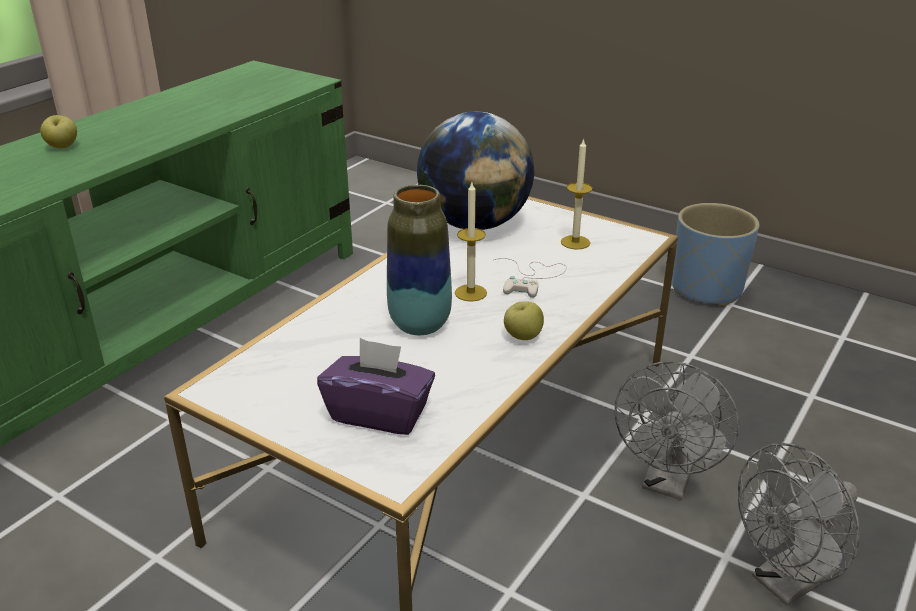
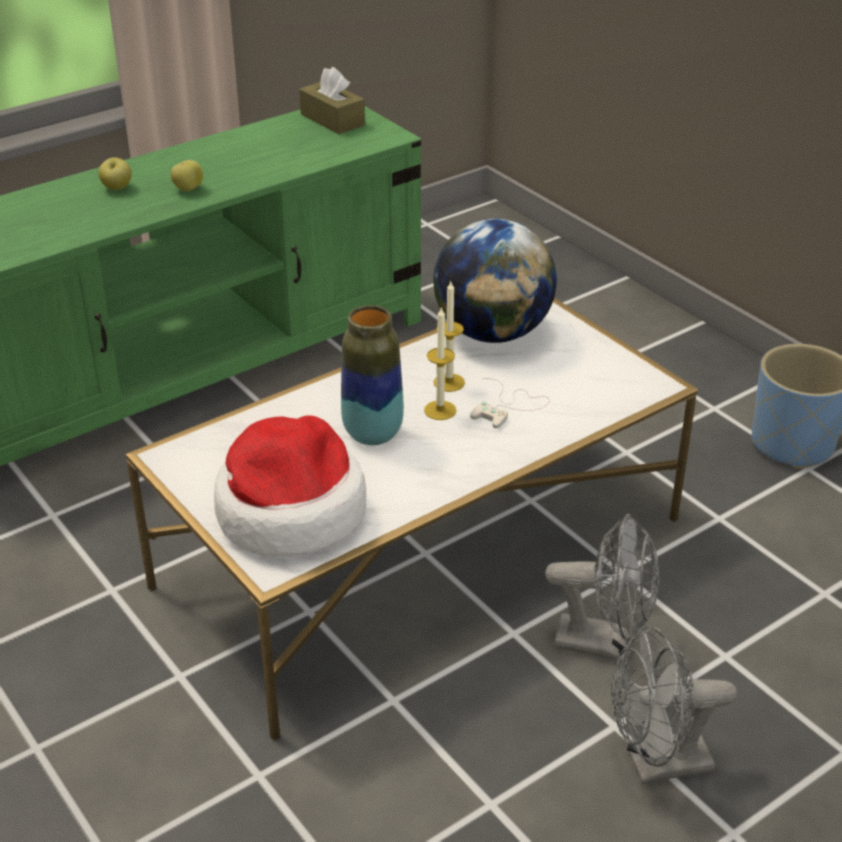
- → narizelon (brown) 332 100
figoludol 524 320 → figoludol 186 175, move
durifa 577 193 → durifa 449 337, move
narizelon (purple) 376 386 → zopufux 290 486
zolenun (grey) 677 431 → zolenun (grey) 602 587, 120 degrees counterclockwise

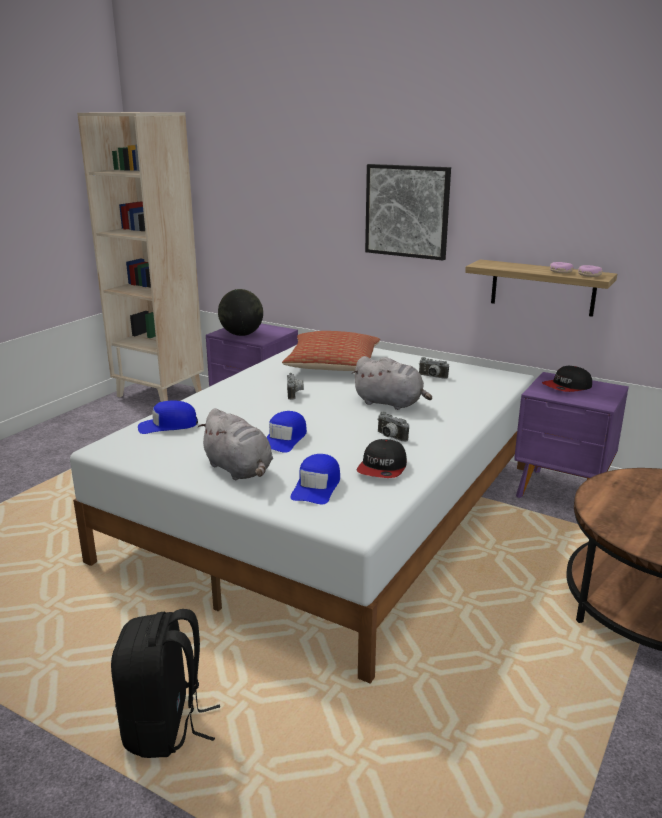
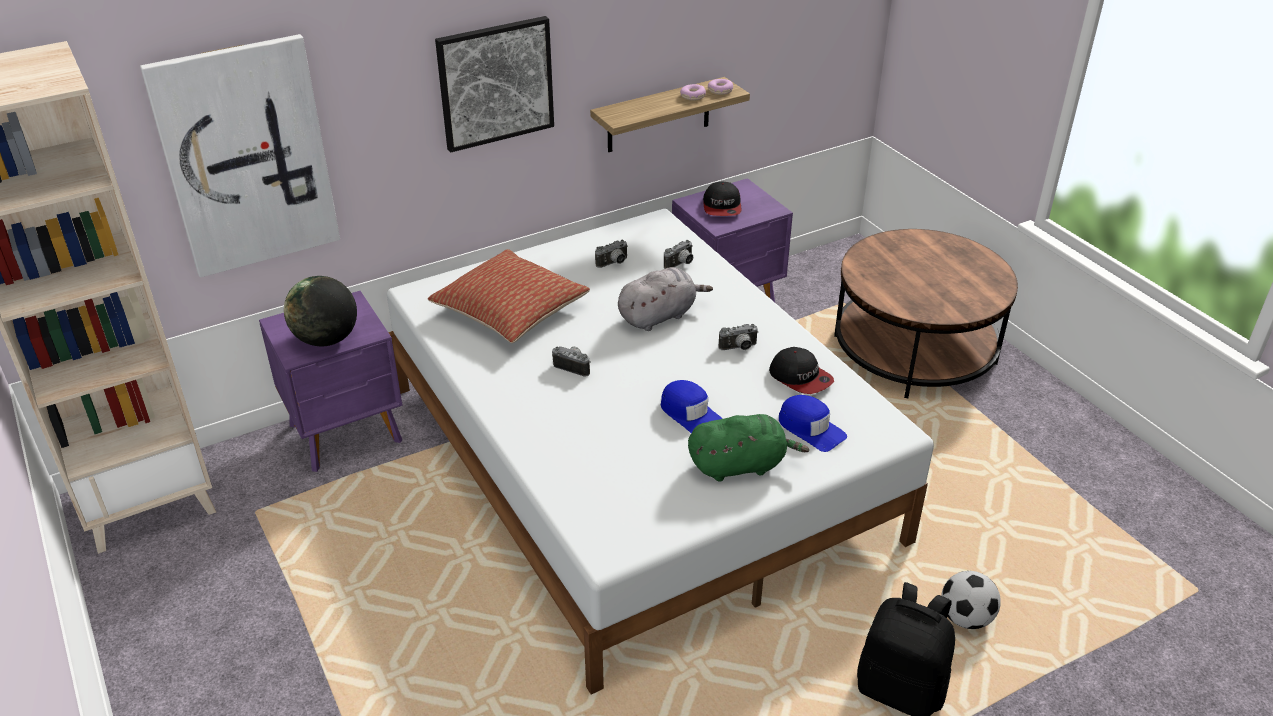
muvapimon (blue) 168 417 → -
- → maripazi 240 156
- → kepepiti 678 254
- → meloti 971 600
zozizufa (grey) 235 444 → zozizufa (green) 748 448

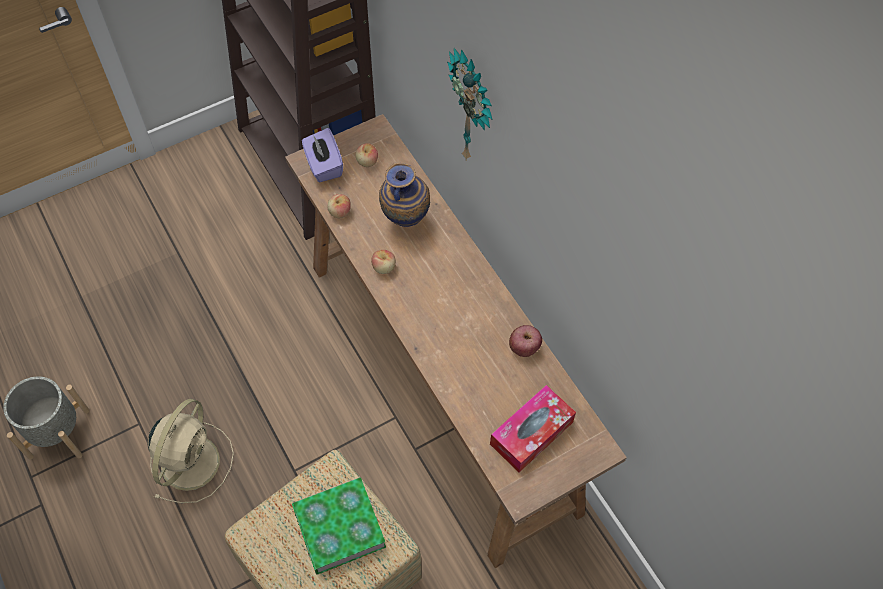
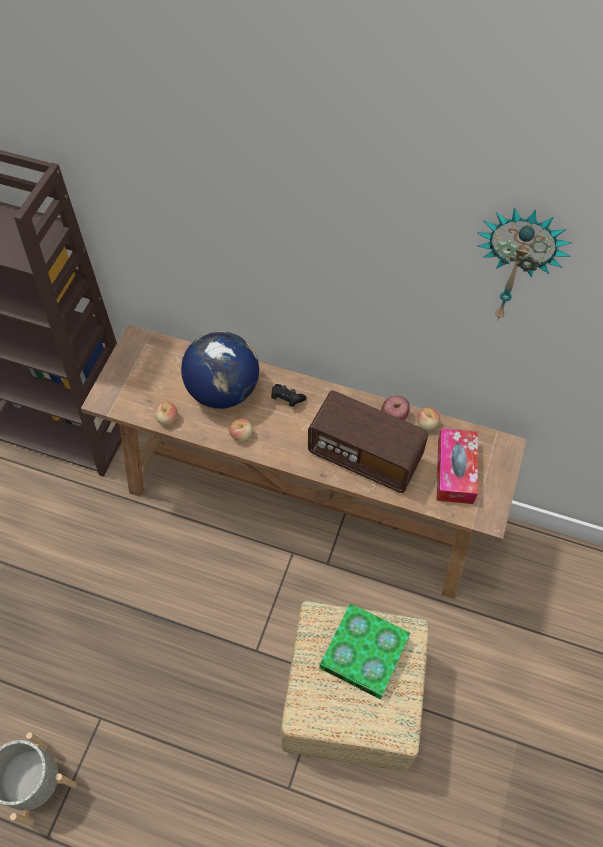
zolenun (beige) 190 451 → -
narizelon (purple) 322 155 → -
- → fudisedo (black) 288 395
- → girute 368 442
figoludol 366 155 → figoludol 428 419, move
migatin 470 104 → migatin 525 264, move
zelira 404 194 → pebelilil 220 370

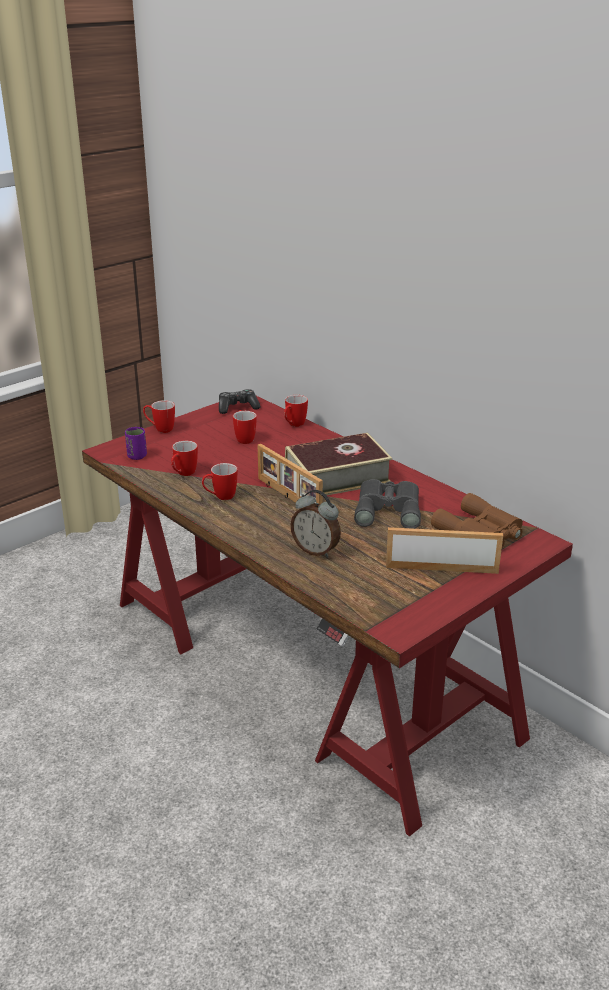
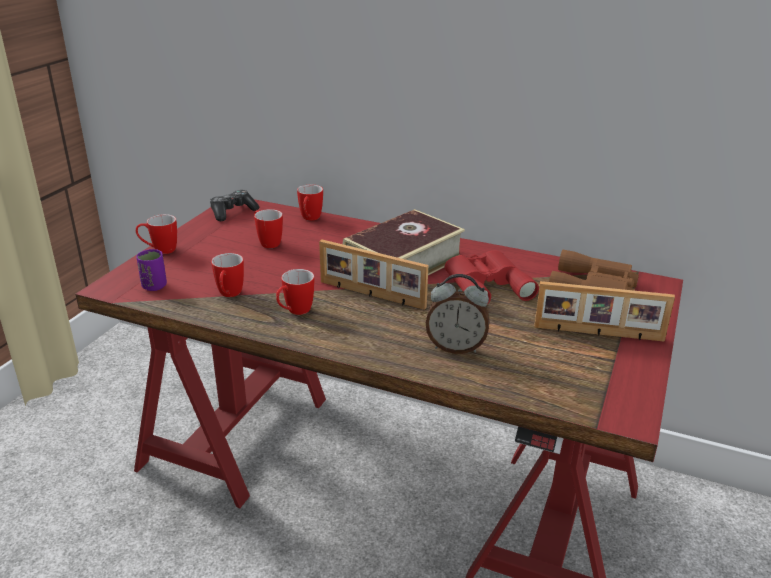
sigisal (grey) 387 504 → sigisal (red) 492 277
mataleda 444 550 → mataleda 604 311, 150 degrees counterclockwise

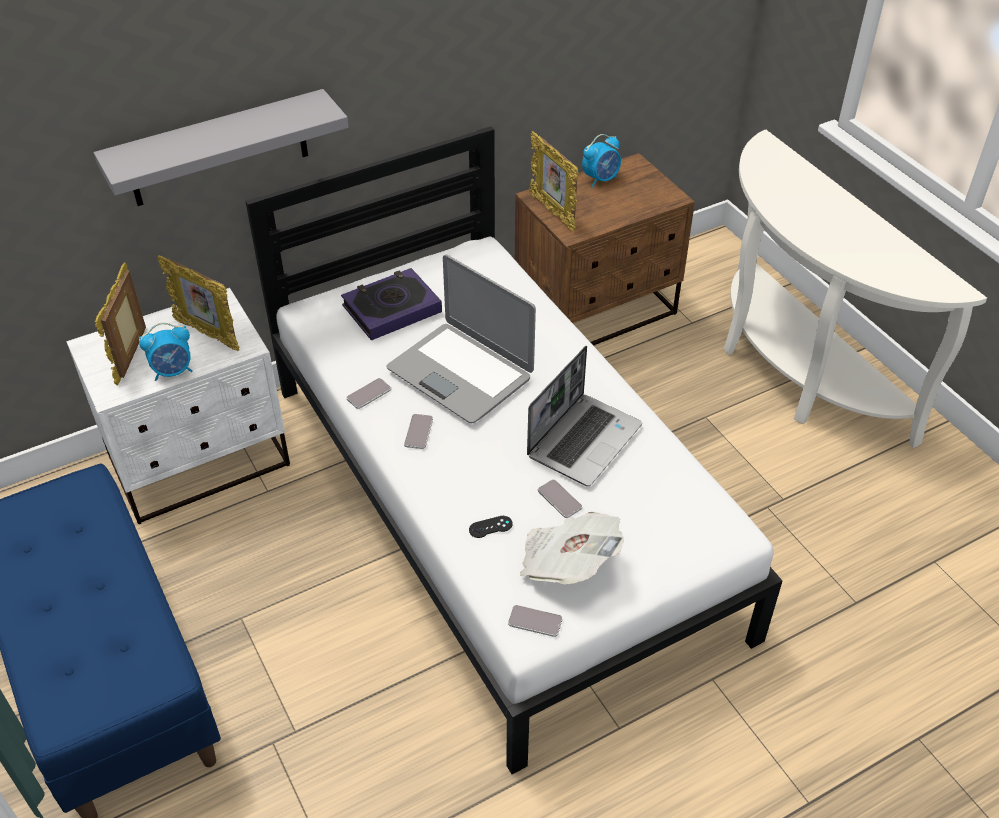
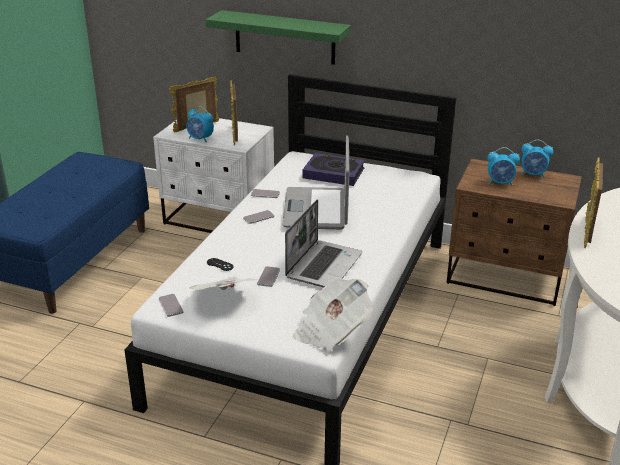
- → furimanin 333 314
- → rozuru 503 166
mataleda 554 181 → mataleda 593 203, move
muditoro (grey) 221 147 → muditoro (green) 278 37
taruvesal 584 416 → taruvesal 323 243, 60 degrees counterclockwise

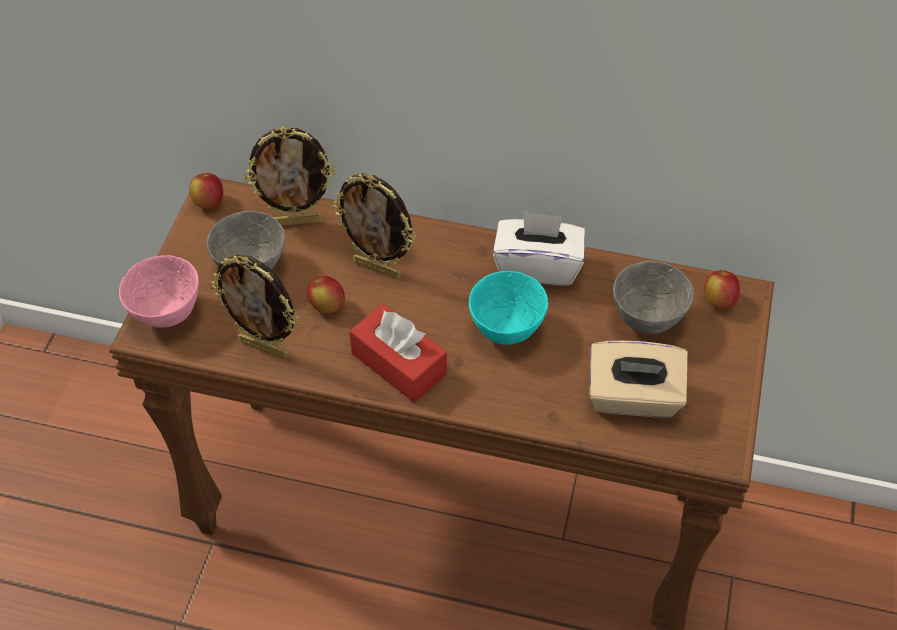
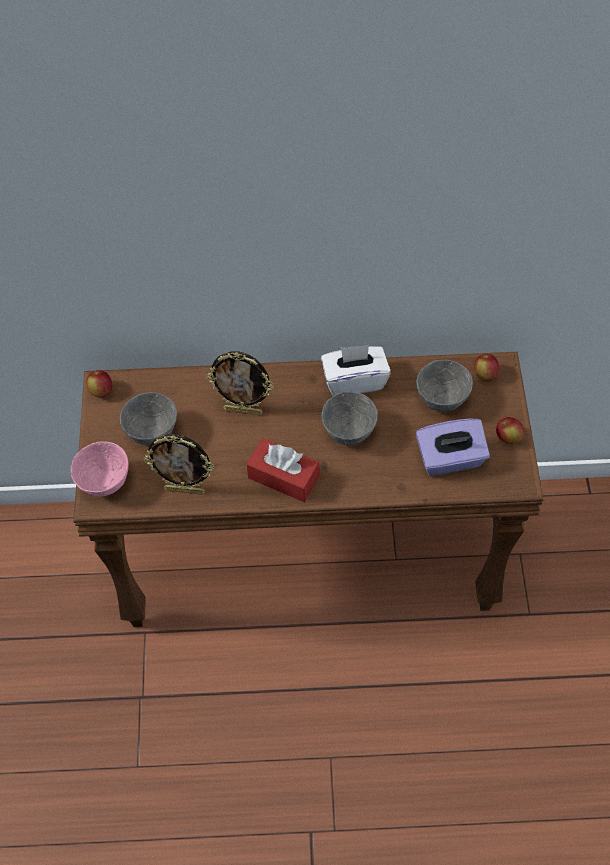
mataleda 289 176 → -
figoludol 326 295 → figoludol 510 430, move
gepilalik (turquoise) 508 308 → gepilalik (grey) 350 418
narizelon (beige) 638 379 → narizelon (purple) 453 447

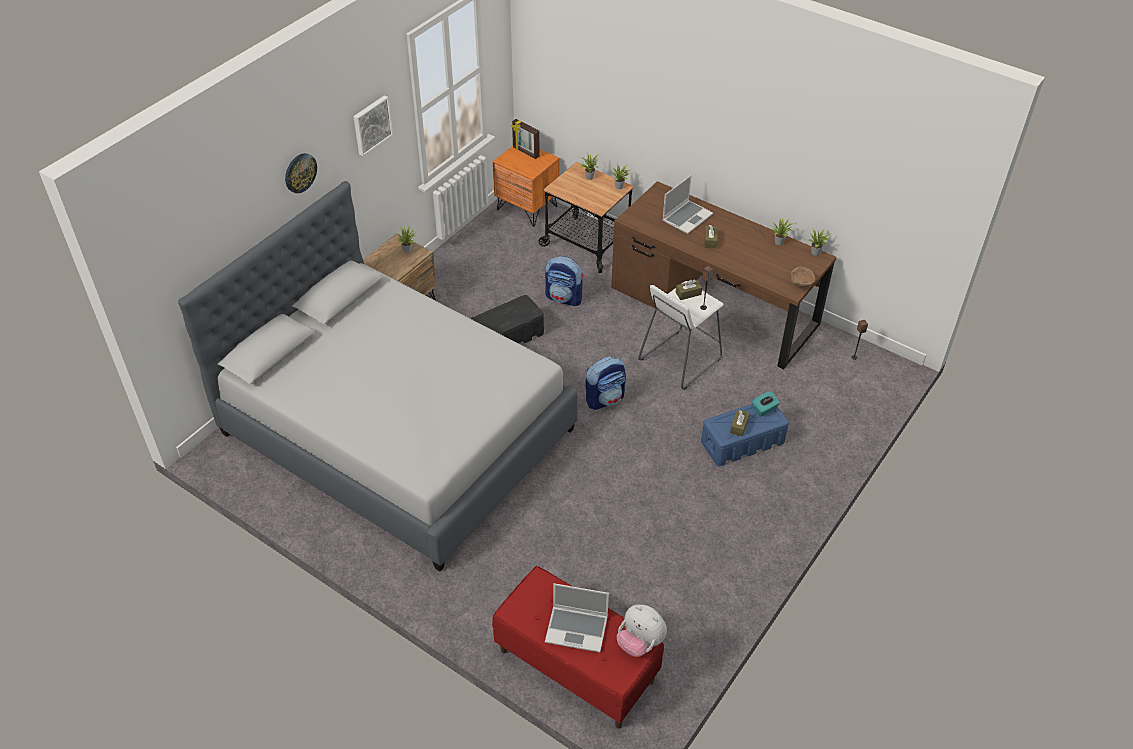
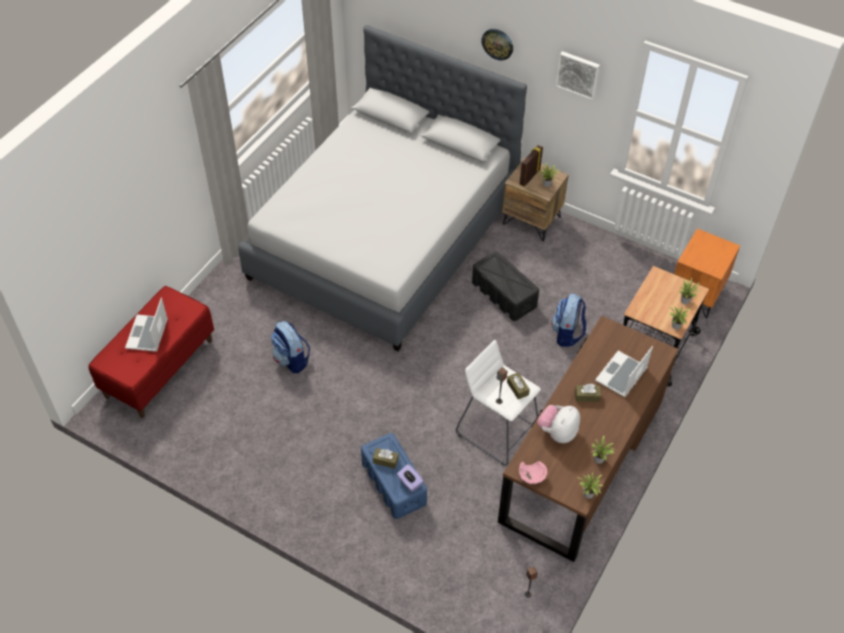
mataleda 526 139 → mataleda 531 166, move
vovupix 605 383 → vovupix 290 347, move
zozizufa 642 630 → zozizufa 558 424, move
narizelon (turquoise) 766 403 → narizelon (purple) 410 478
gepilalik (brown) 803 277 → gepilalik (pink) 533 472
taruvesal 687 204 → taruvesal 624 371, 90 degrees clockwise

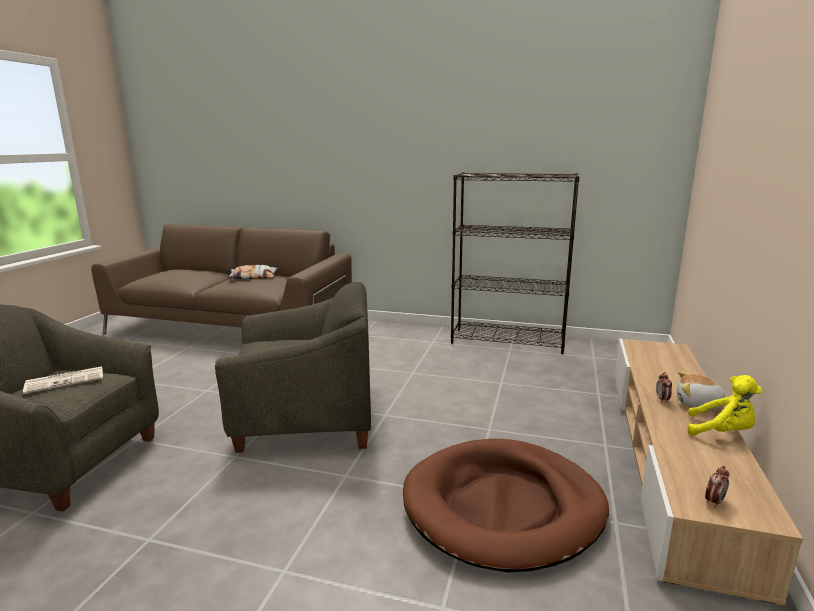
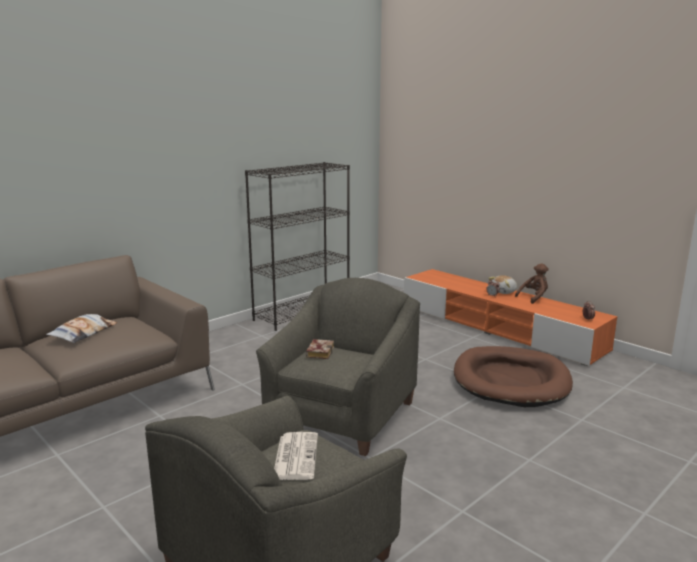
- → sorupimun 320 349
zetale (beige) 709 472 → zetale (orange) 511 317
zozizufa (yellow) 725 405 → zozizufa (brown) 532 283

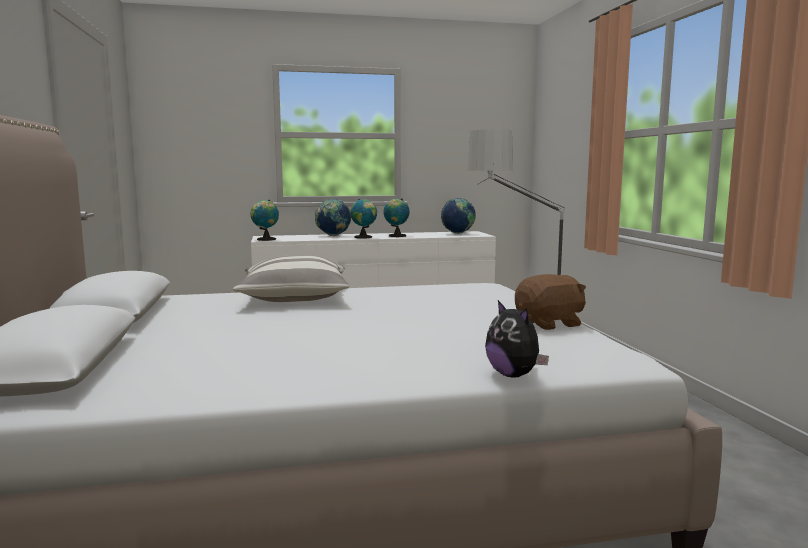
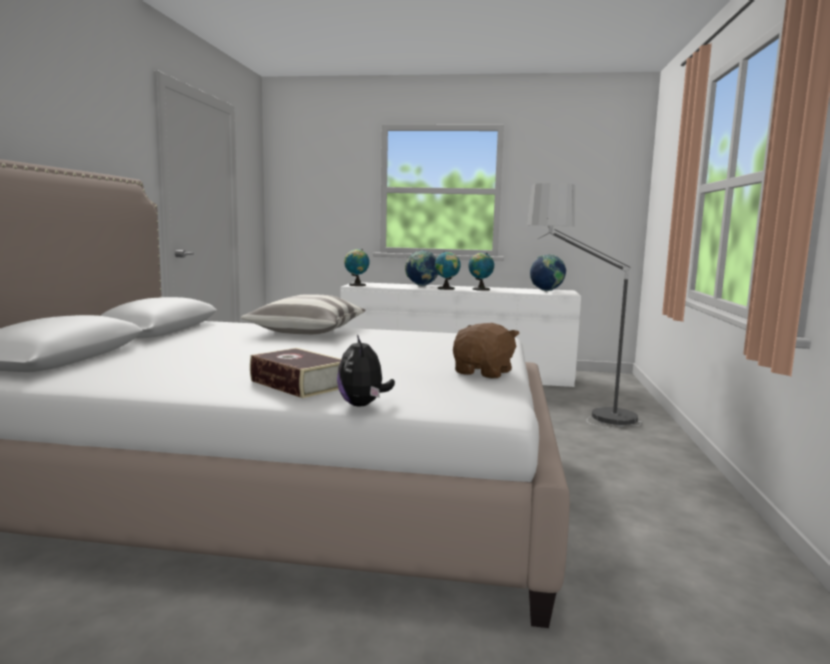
- → sorupimun 295 373
zozizufa (brown) 550 302 → zozizufa (brown) 486 351, 60 degrees counterclockwise

